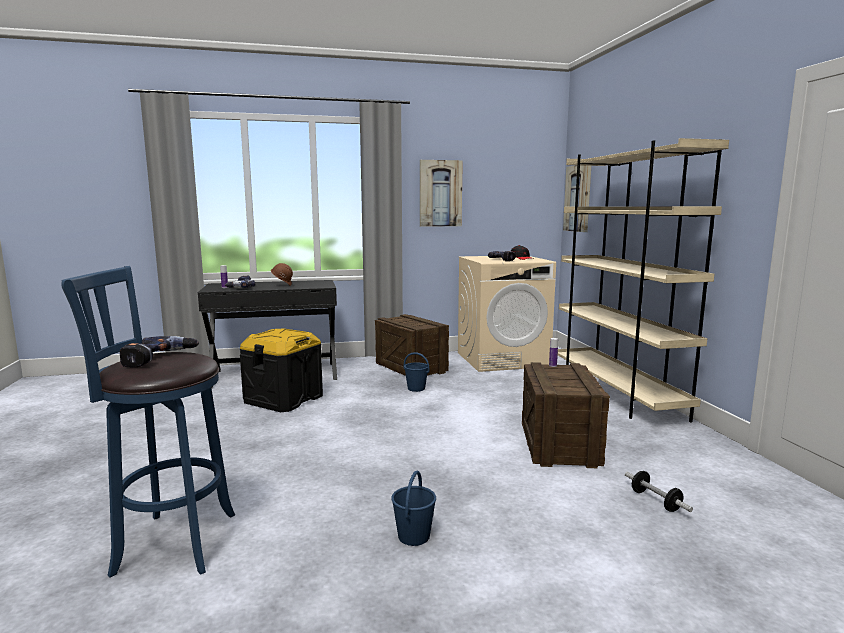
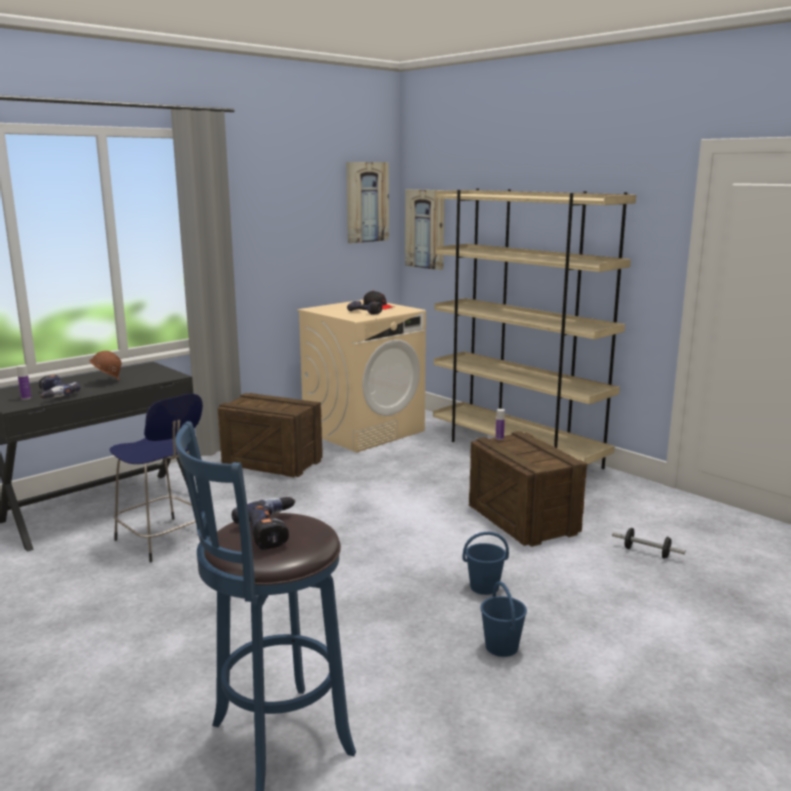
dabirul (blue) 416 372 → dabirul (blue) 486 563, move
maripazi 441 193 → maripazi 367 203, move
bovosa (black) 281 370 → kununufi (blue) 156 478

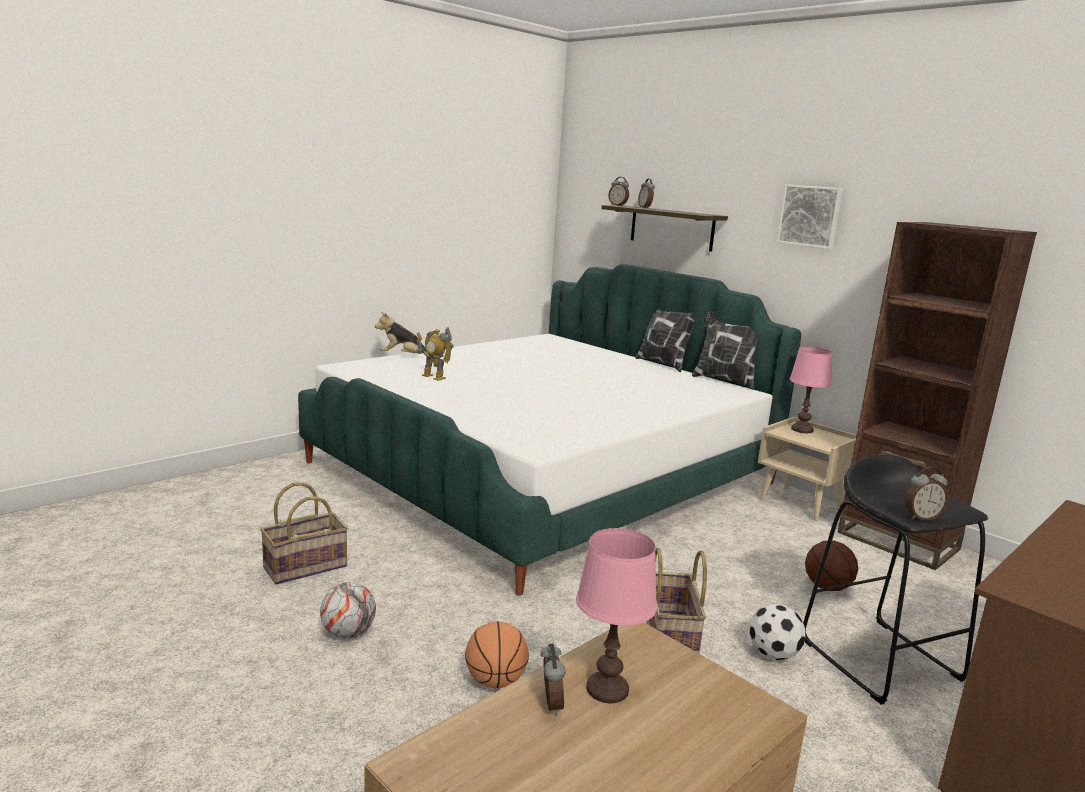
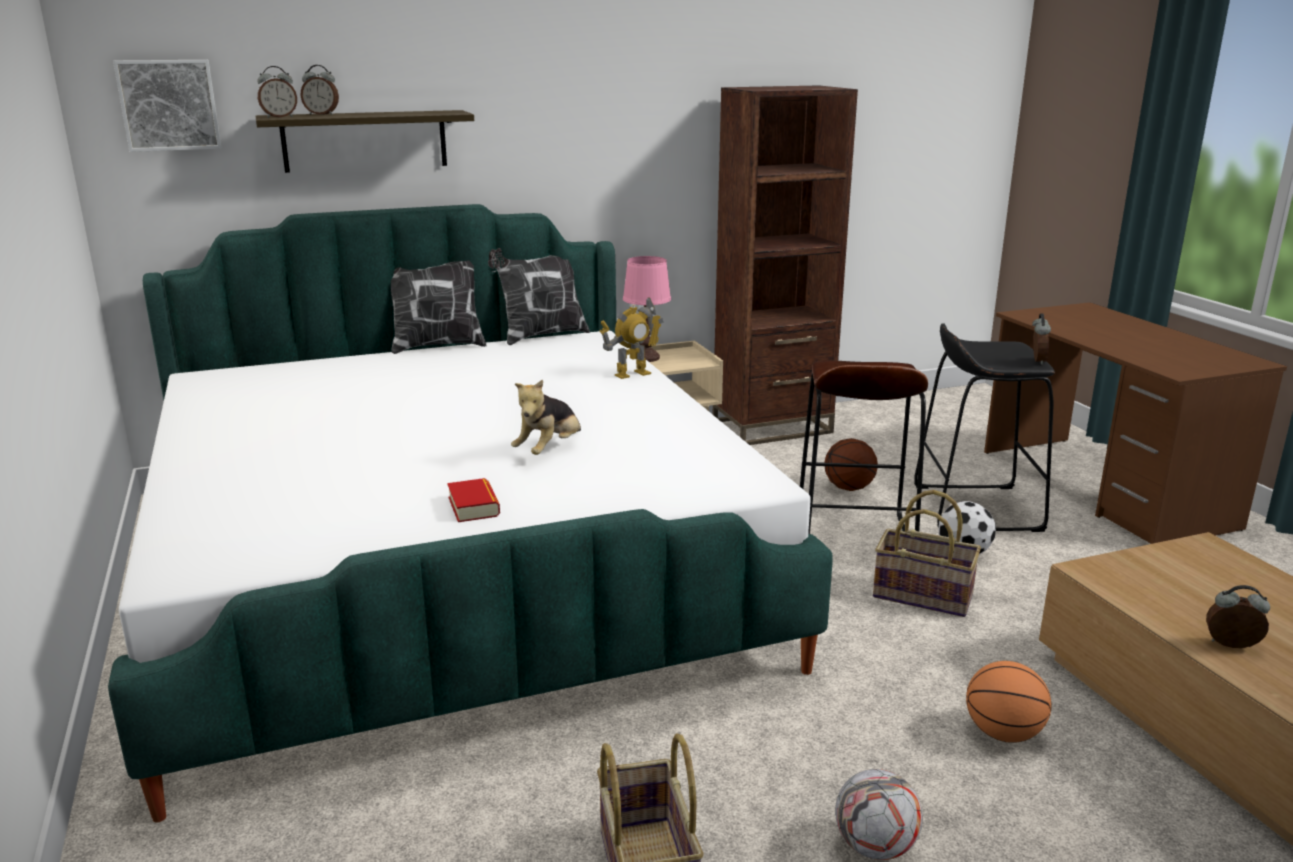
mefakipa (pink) 616 616 → -
- → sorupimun 473 500
- → kununufi (brown) 864 447
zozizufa 402 334 → zozizufa 546 417, move
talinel 435 354 → talinel 631 338, move
maripazi 809 216 → maripazi 167 106, move

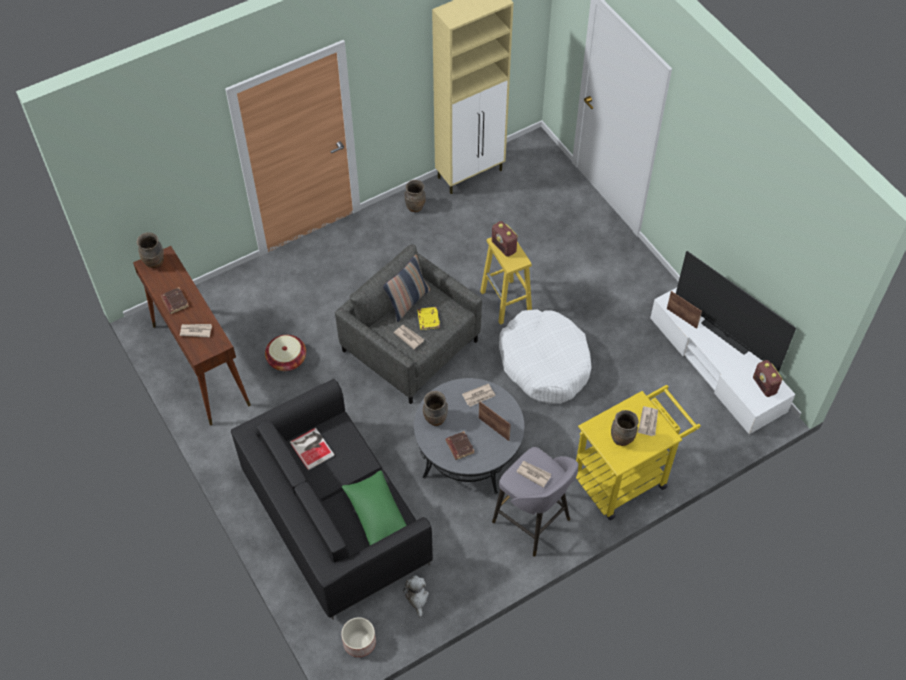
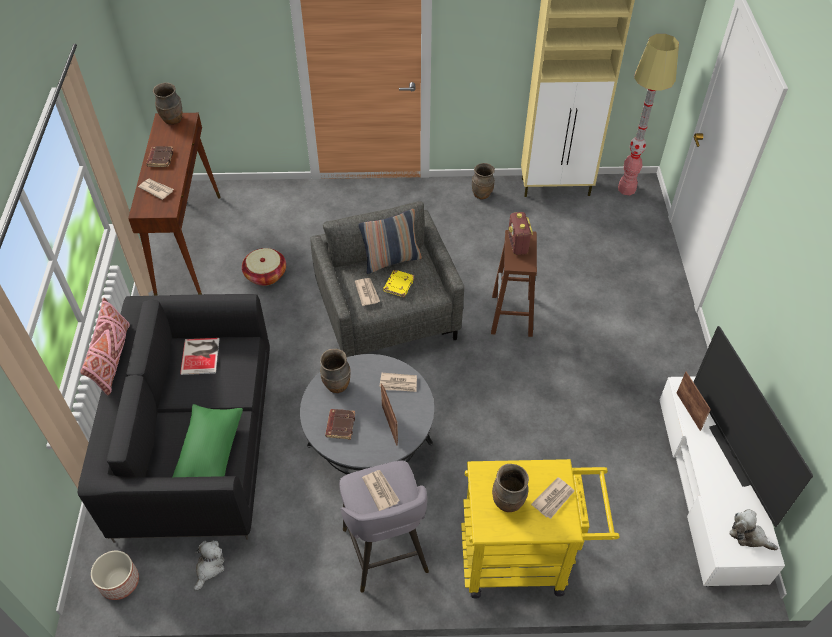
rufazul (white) 545 356 → -
- → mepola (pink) 105 346
- → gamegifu 648 114
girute 768 378 → zozizufa 754 529
kununufi (yellow) 506 281 → kununufi (brown) 514 283

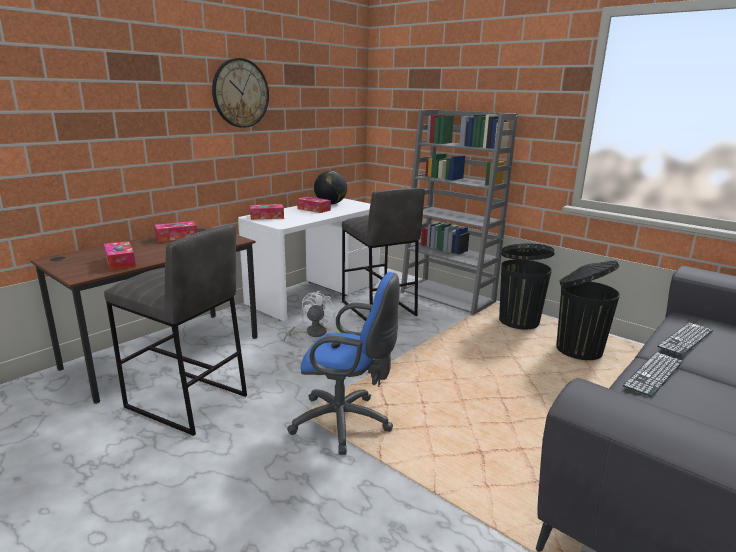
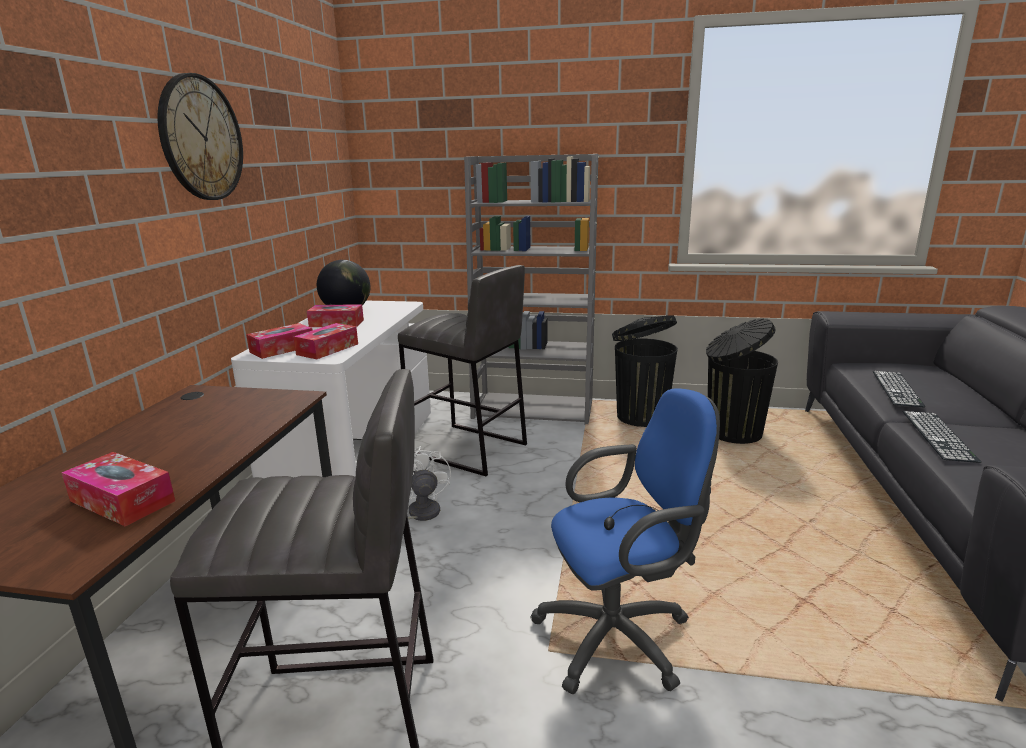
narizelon 175 231 → narizelon 325 341, move

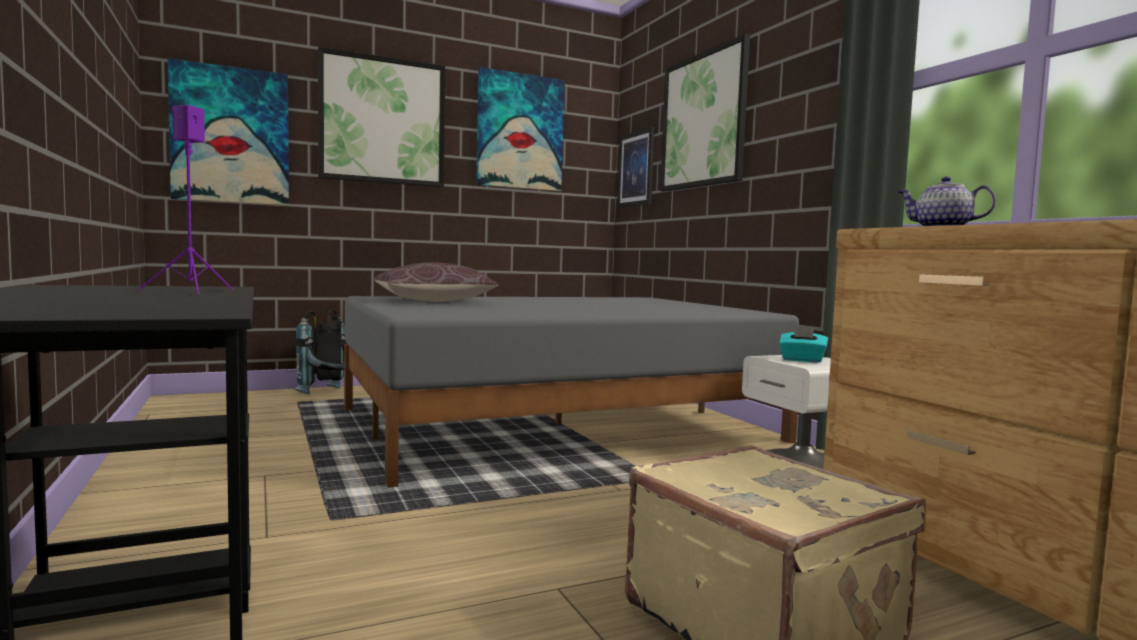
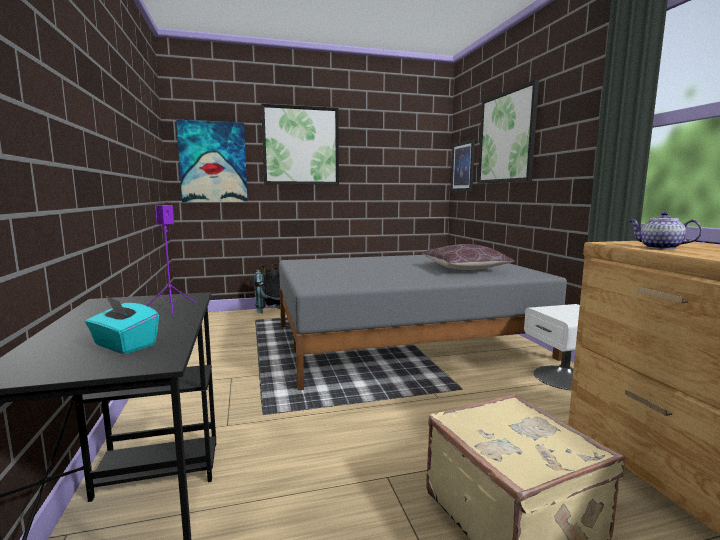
maripazi 520 129 → -
mepola (brown) 436 282 → mepola (brown) 468 257, move
narizelon (turquoise) 803 344 → narizelon (turquoise) 122 325, move

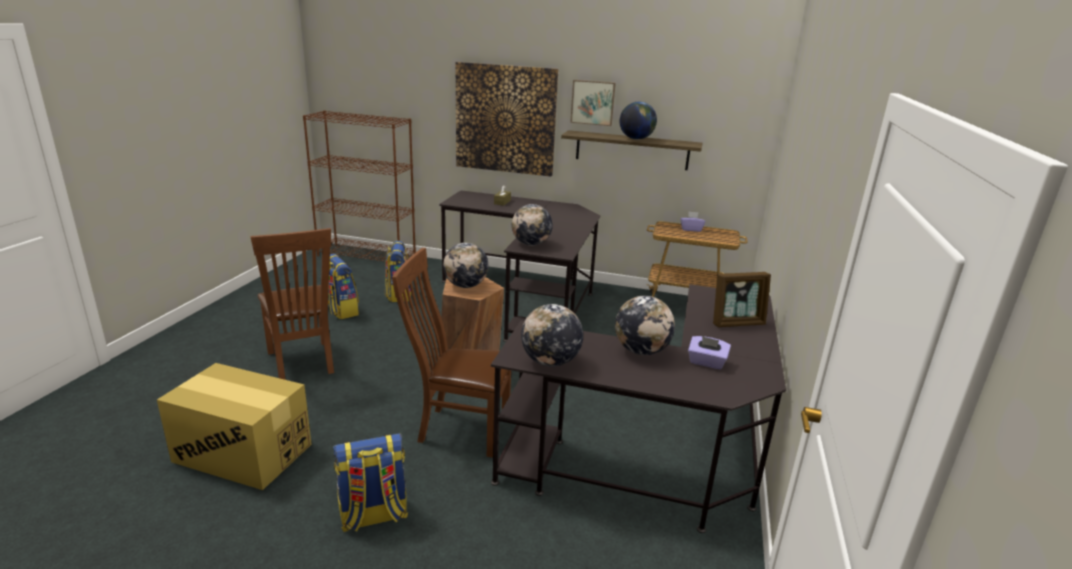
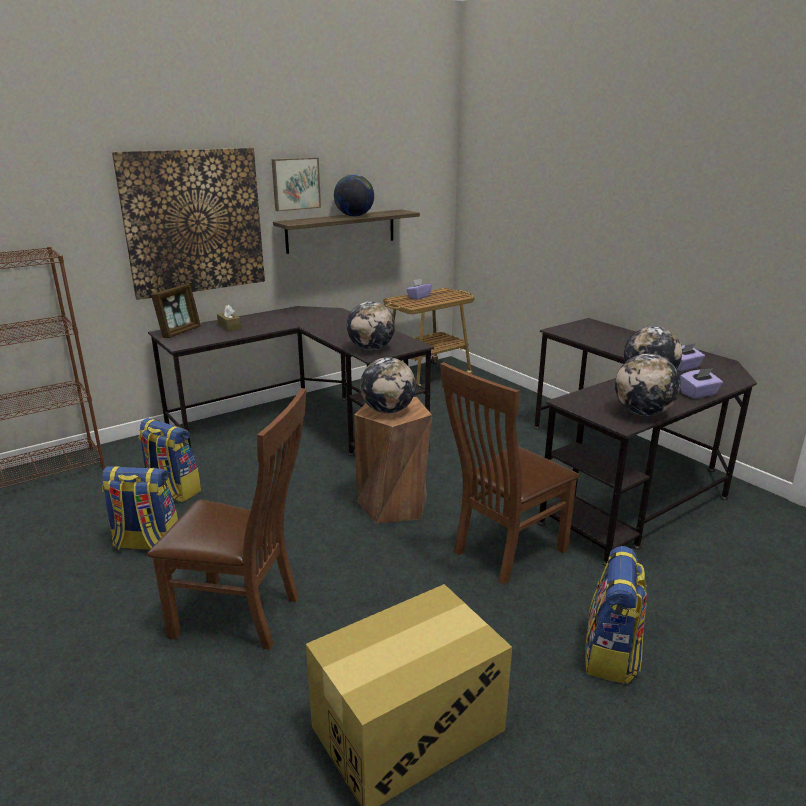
- → narizelon (purple) 701 383
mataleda 742 299 → mataleda 176 311, move

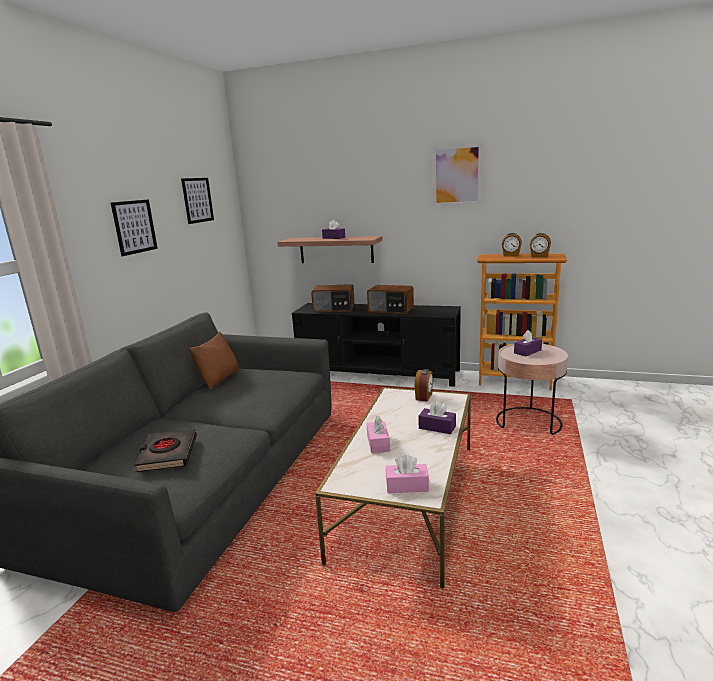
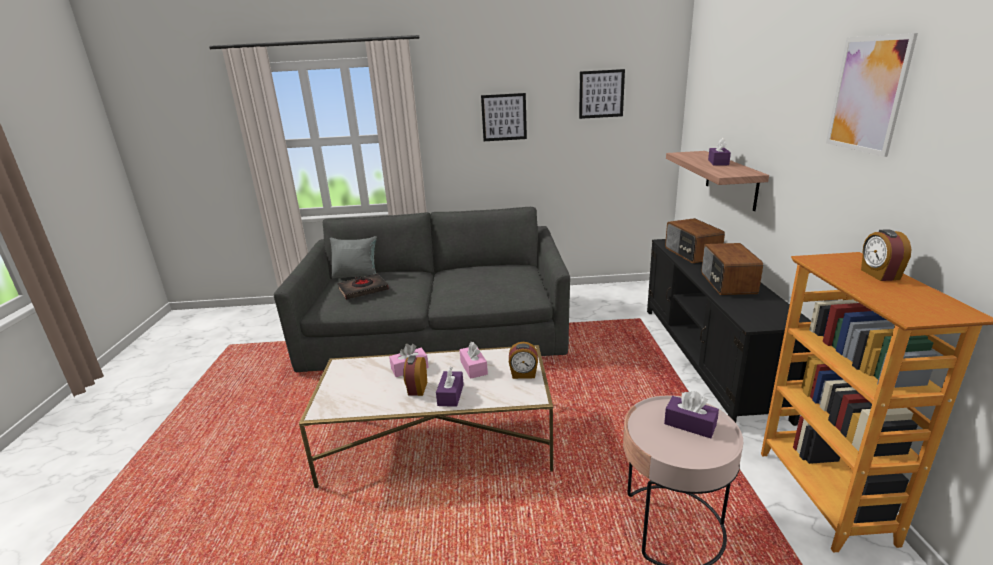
mepola (brown) 214 360 → -
- → mepola (grey) 353 257
narizelon (pink) 407 473 → narizelon (pink) 474 360, move
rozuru 540 245 → rozuru 415 376, move

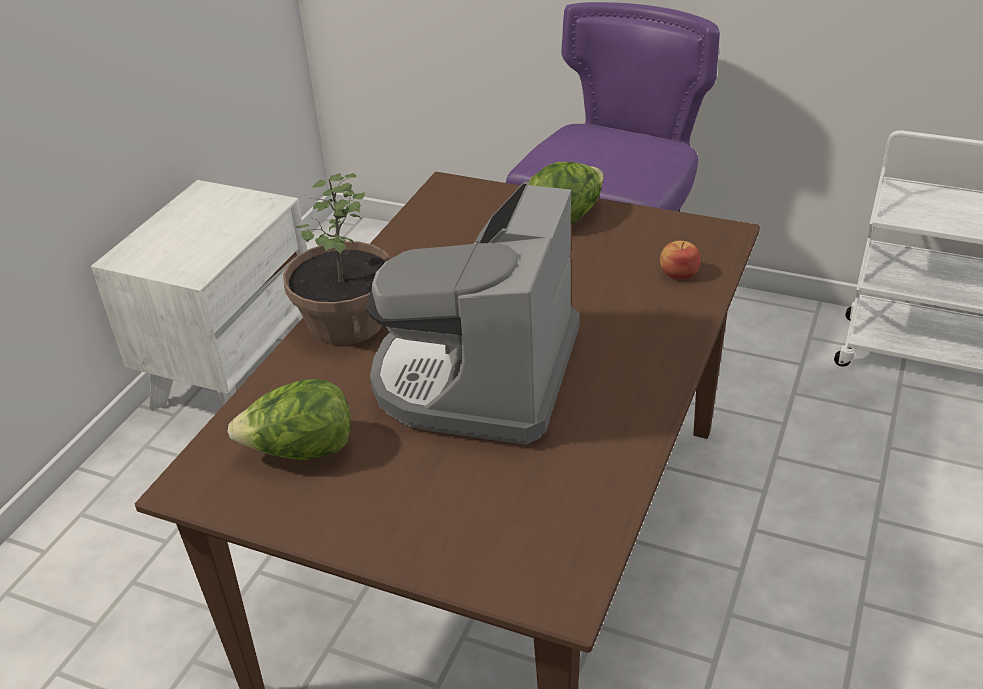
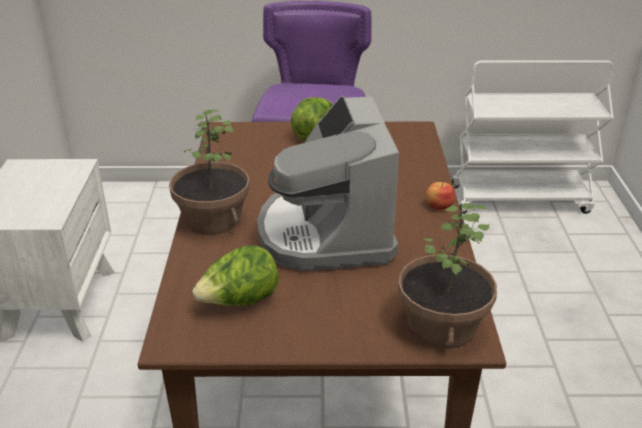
- → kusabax 447 276
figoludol 680 260 → figoludol 440 196, move

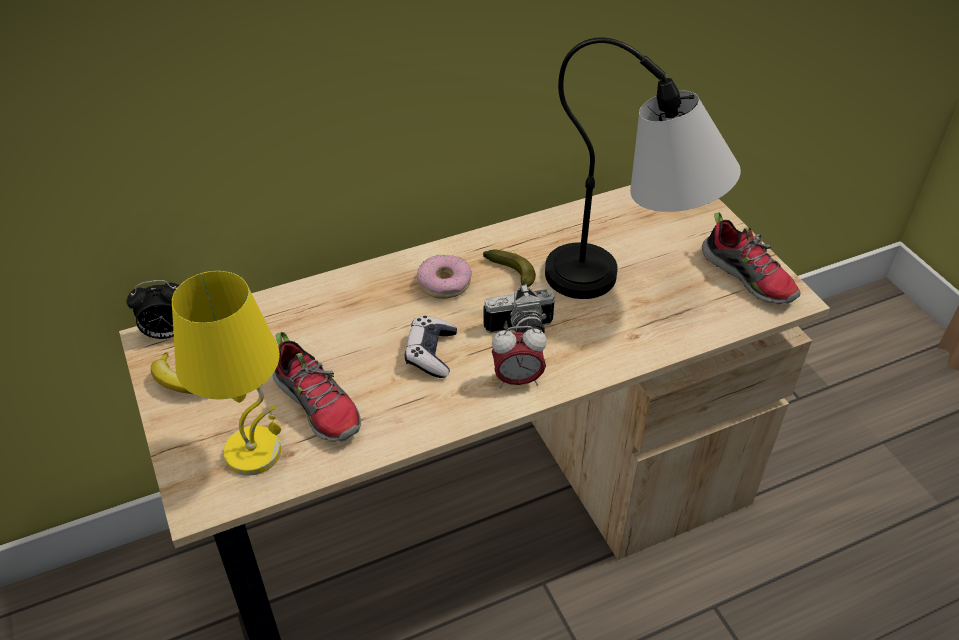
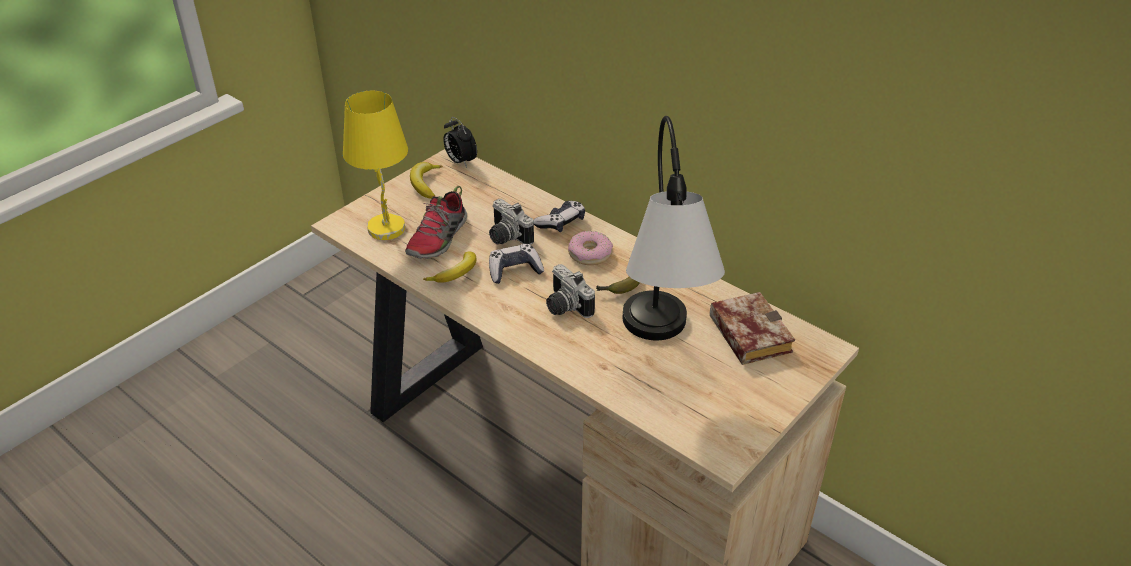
rozuru 519 357 → -
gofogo 751 258 → -
- → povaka 449 267
- → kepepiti 511 222
- → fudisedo 559 216
- → sorupimun 752 328

